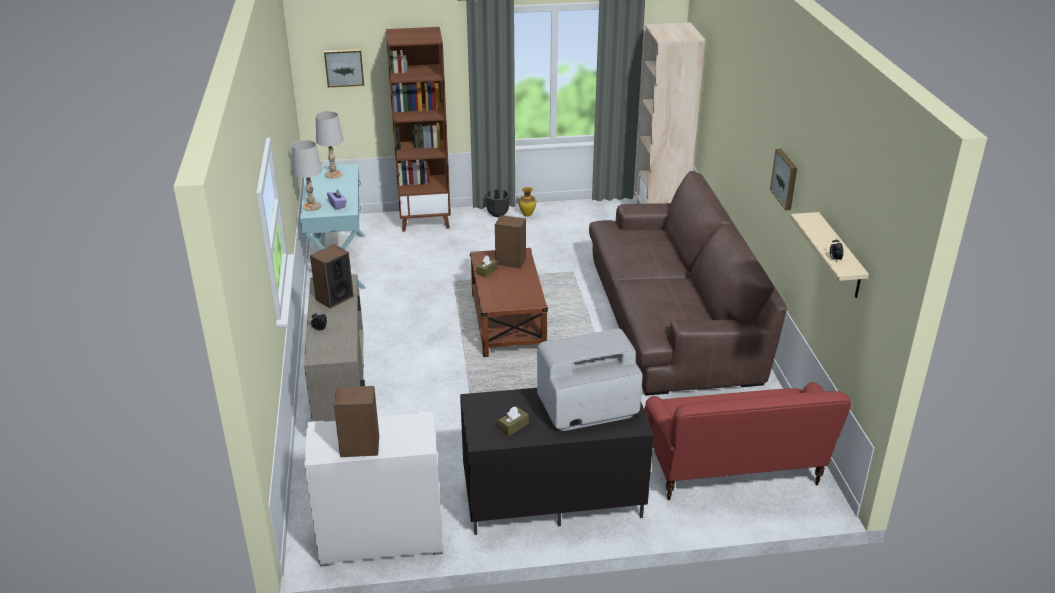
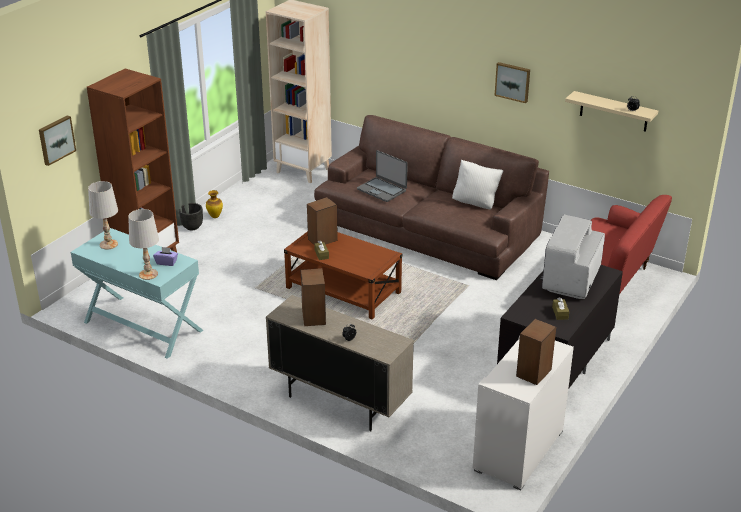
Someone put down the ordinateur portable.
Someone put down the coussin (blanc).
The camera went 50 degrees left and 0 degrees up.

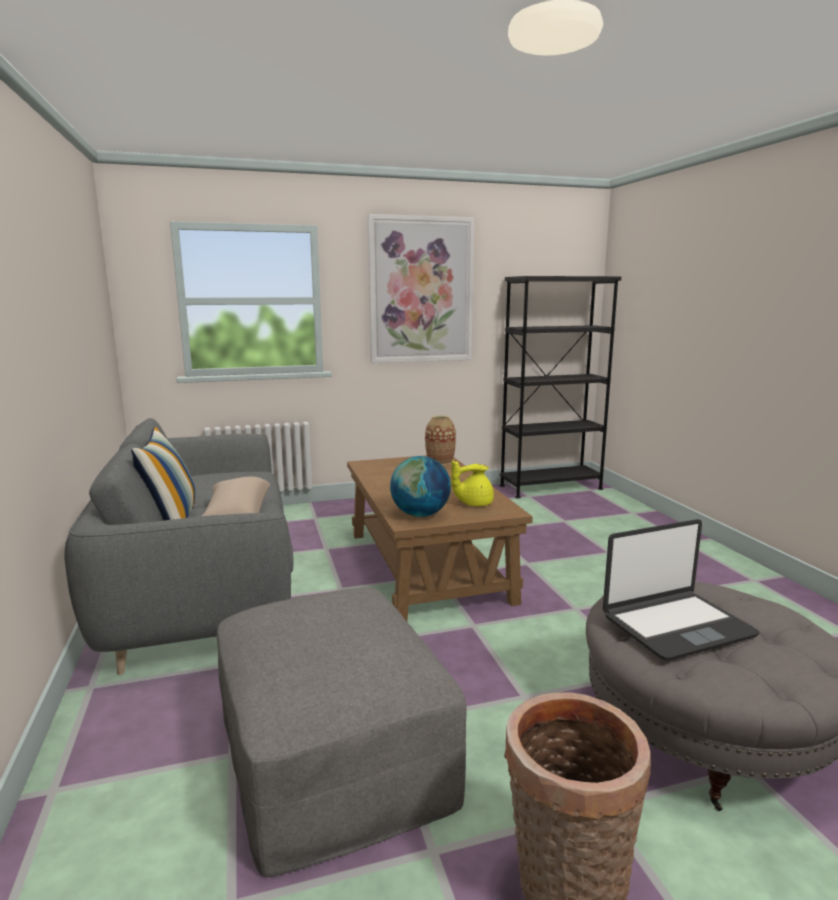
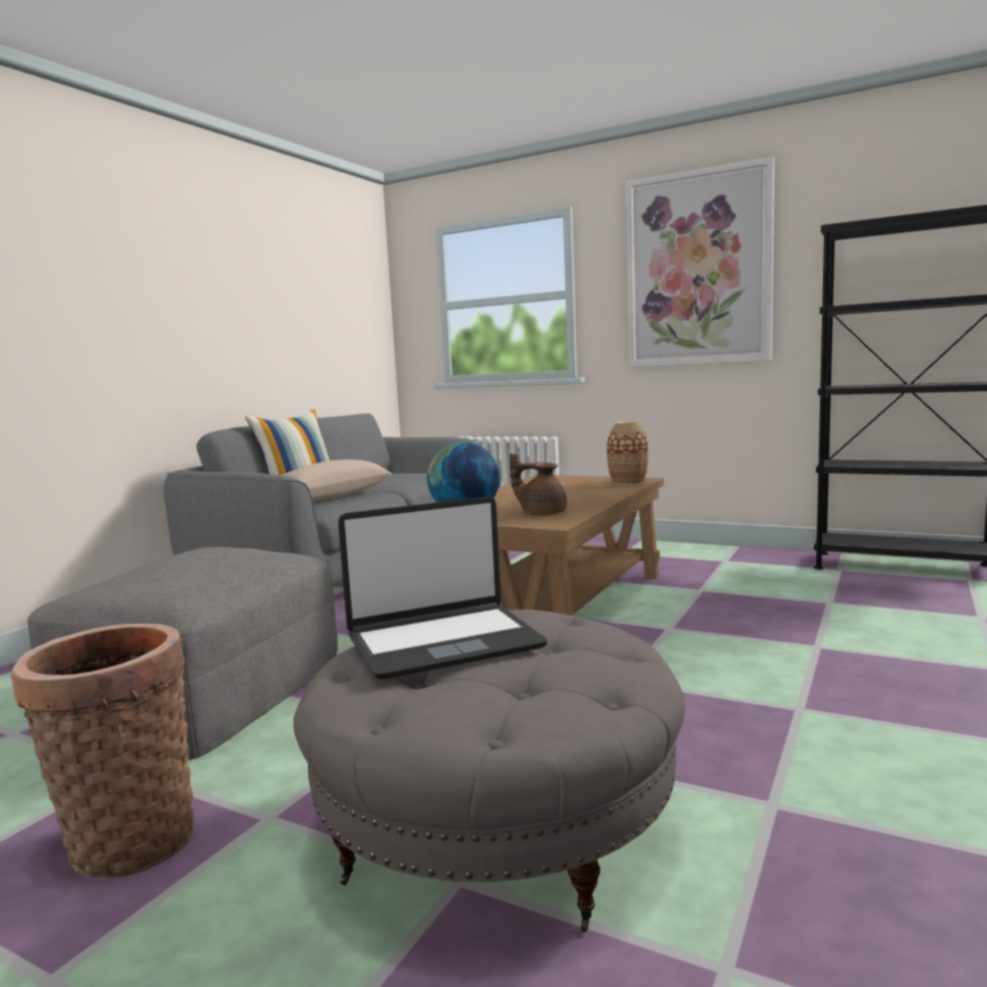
Someone repainted the théière (jaune), which became the théière (marron).
Someone rotated the ordinateur portable by 45 degrees counterclockwise.
The camera went 45 degrees right and 5 degrees down.

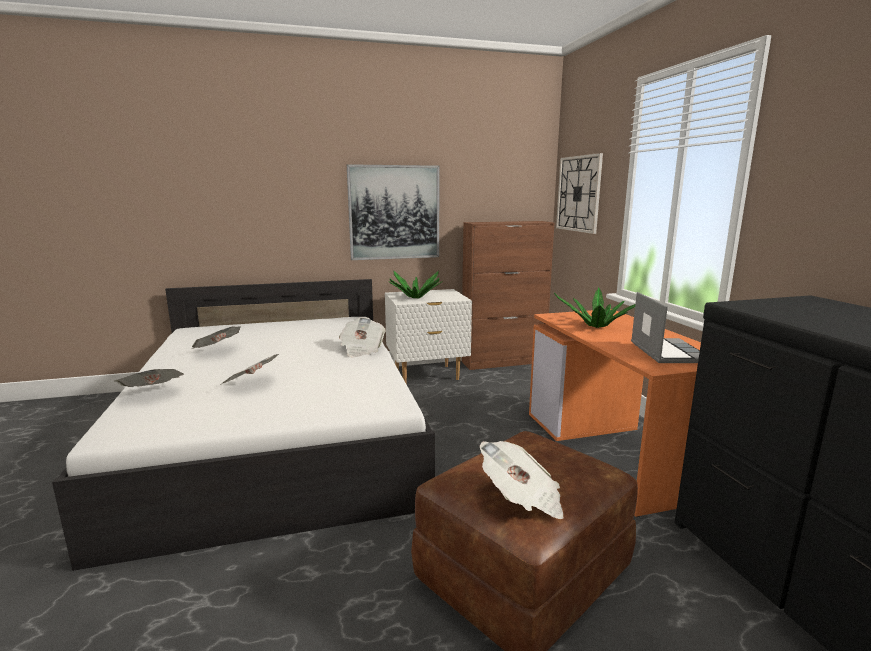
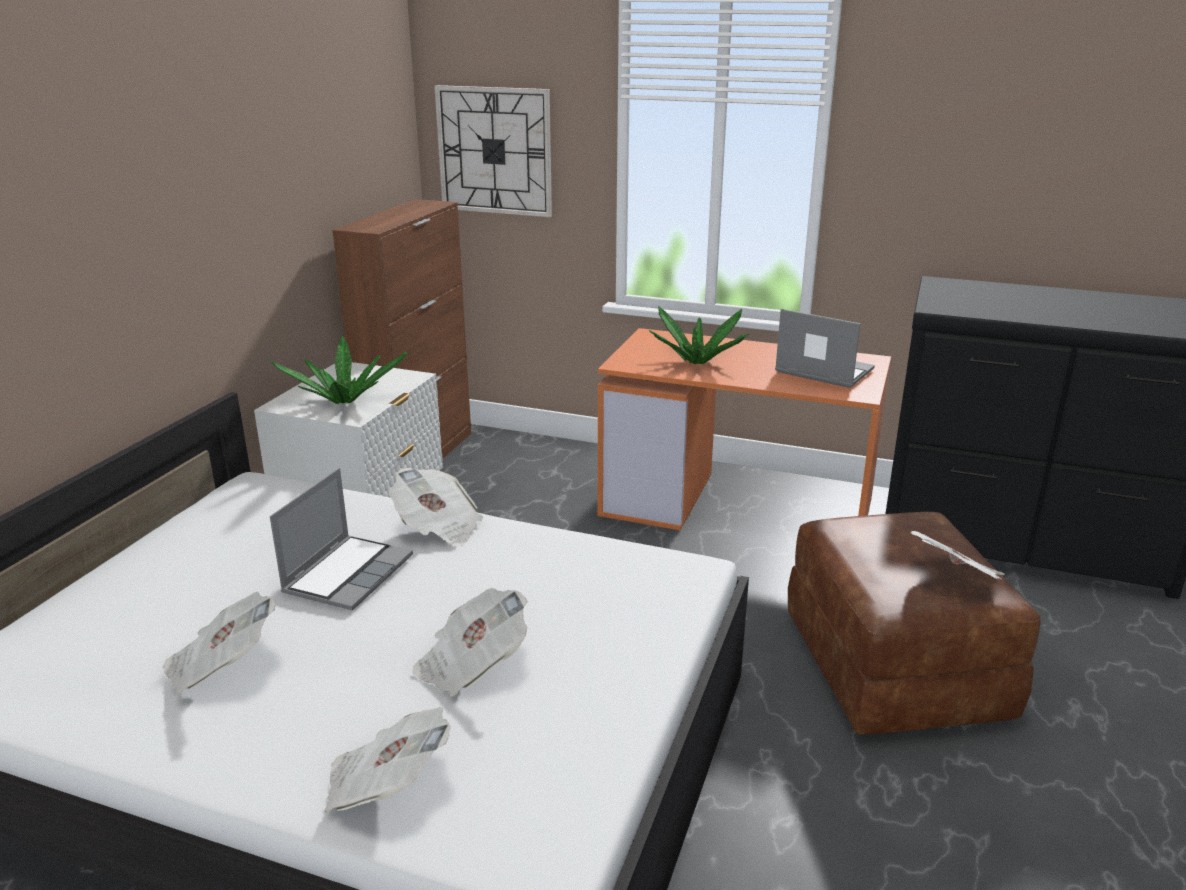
Someone took away the tableau.
Someone put down the ordinateur portable (no. 1 from left).
The camera went 55 degrees left and 10 degrees up.

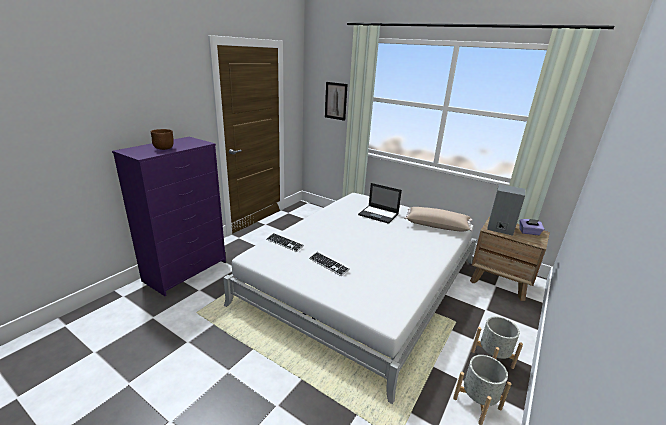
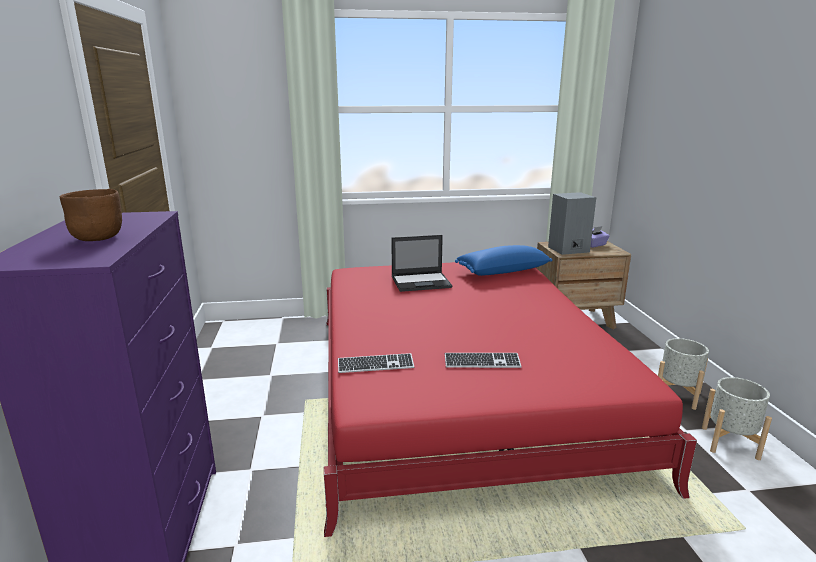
Someone took away the tableau.
Someone repainted the lit (blanc), which became the lit (rouge).
Someone repainted the coussin (beige), which became the coussin (bleu).
The camera went 40 degrees left and 5 degrees down.

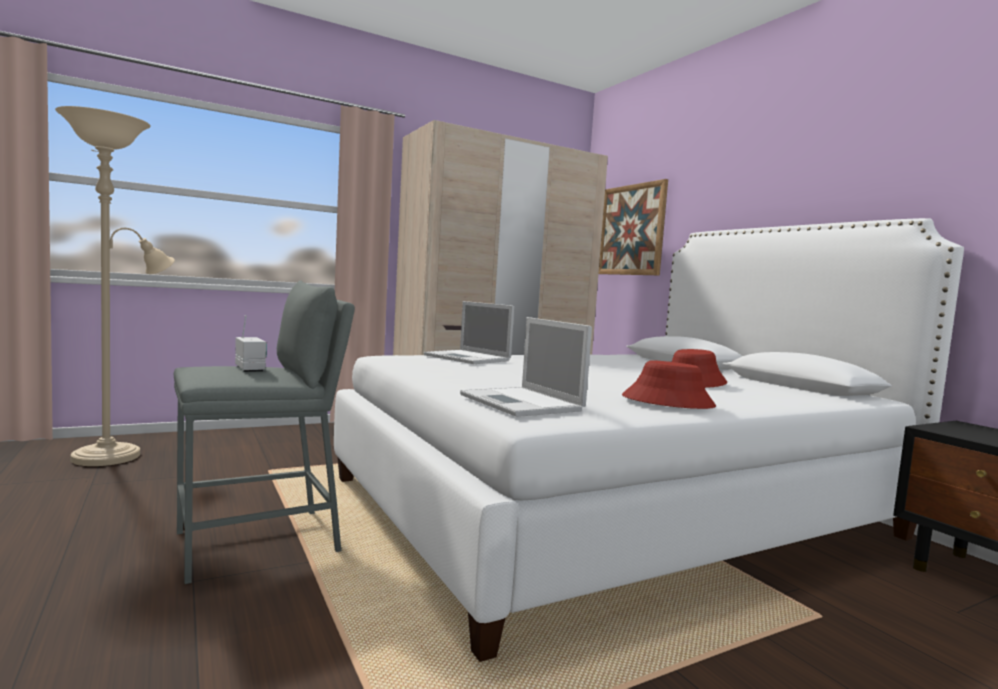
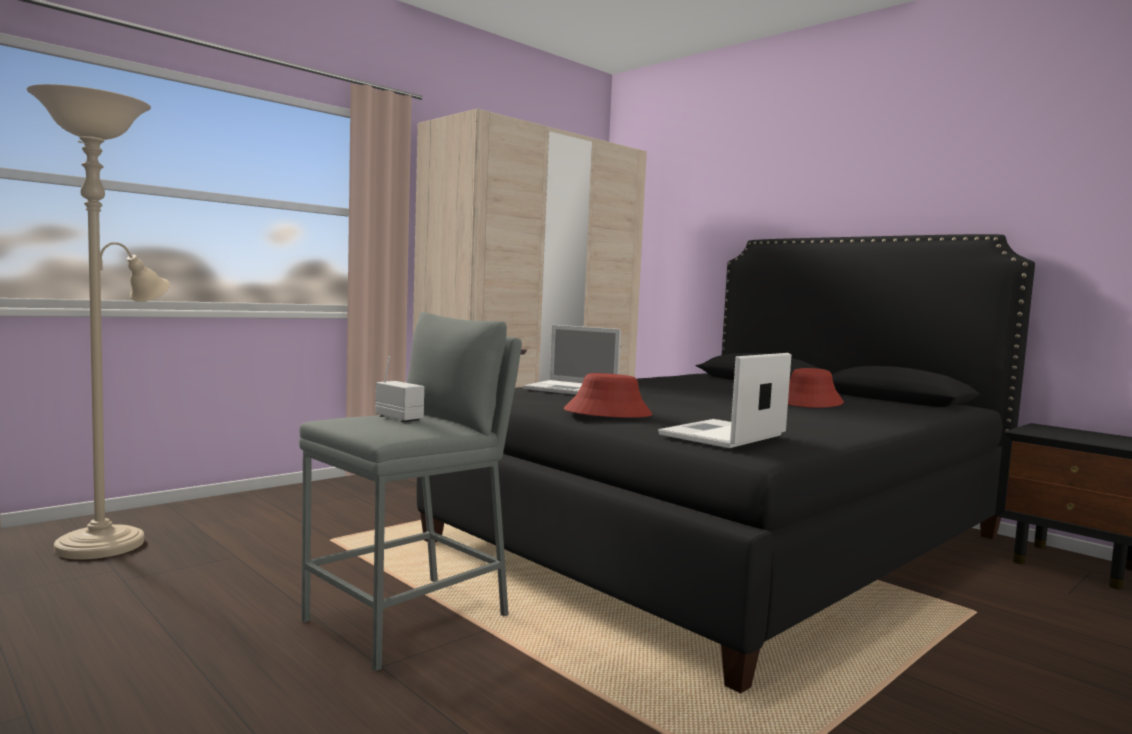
Someone took away the tableau.
Someone repainted the lit (blanc), which became the lit (noir).
Someone rotated the ordinateur portable (no. 2 from left) by 90 degrees clockwise.
Someone carried the chapeau (rouge) (no. 1 from left).
The camera went 15 degrees left and 0 degrees up.

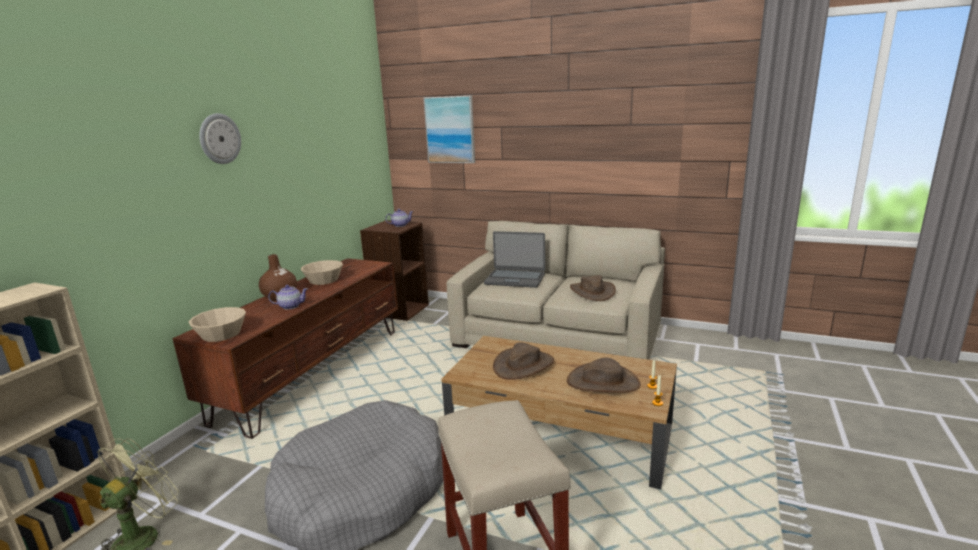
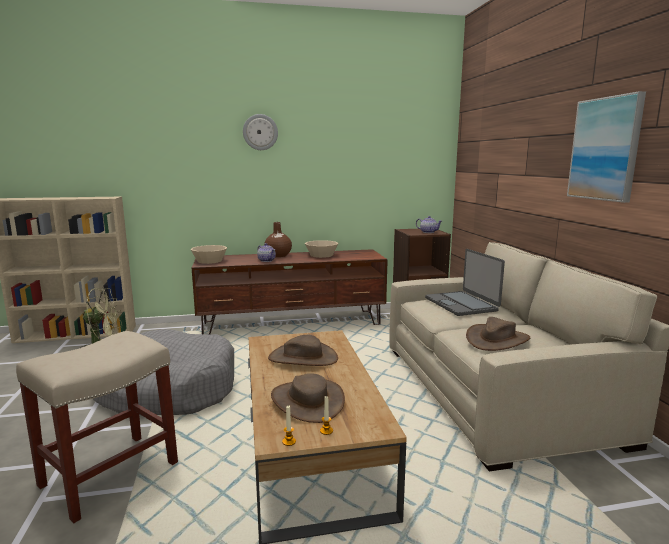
Someone carried the tableau.
The camera went 55 degrees right and 5 degrees down.

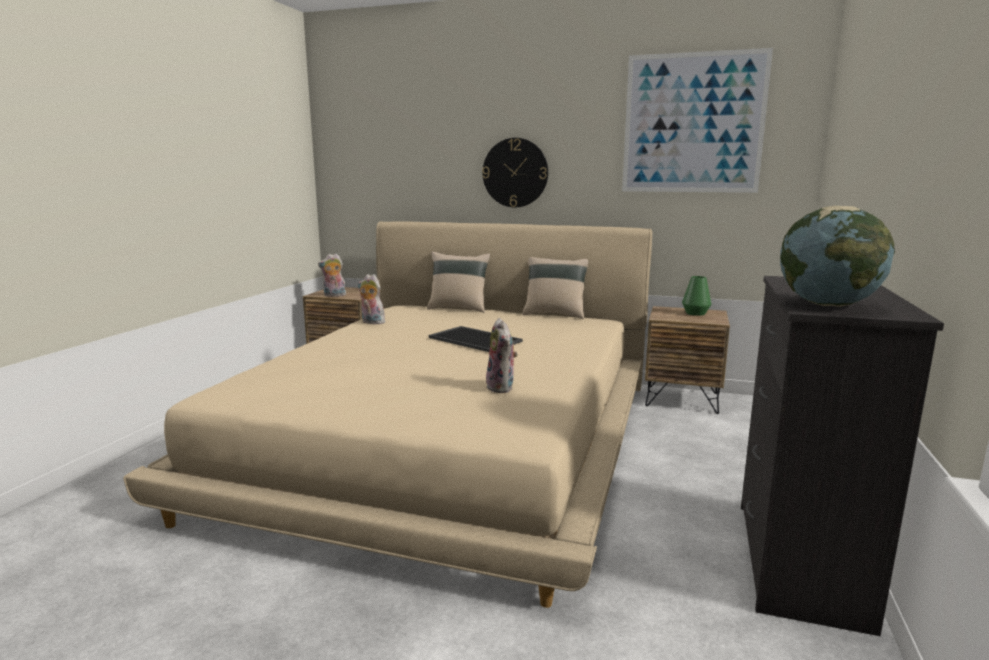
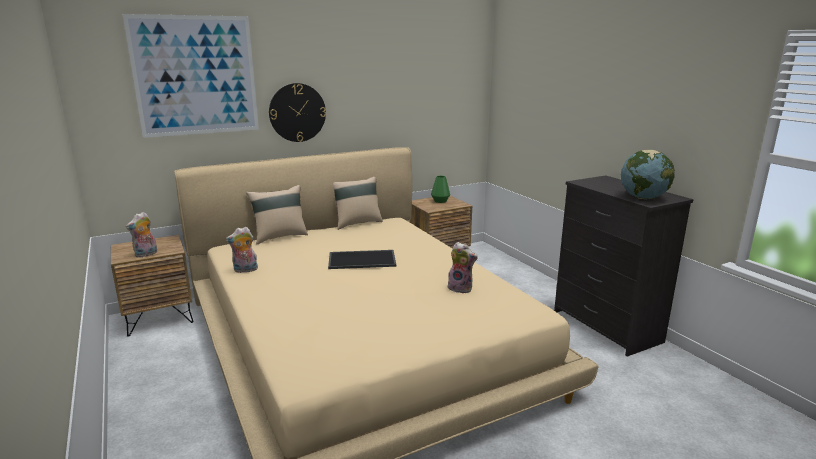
Someone carried the tableau.
The camera went 45 degrees left and 5 degrees up.

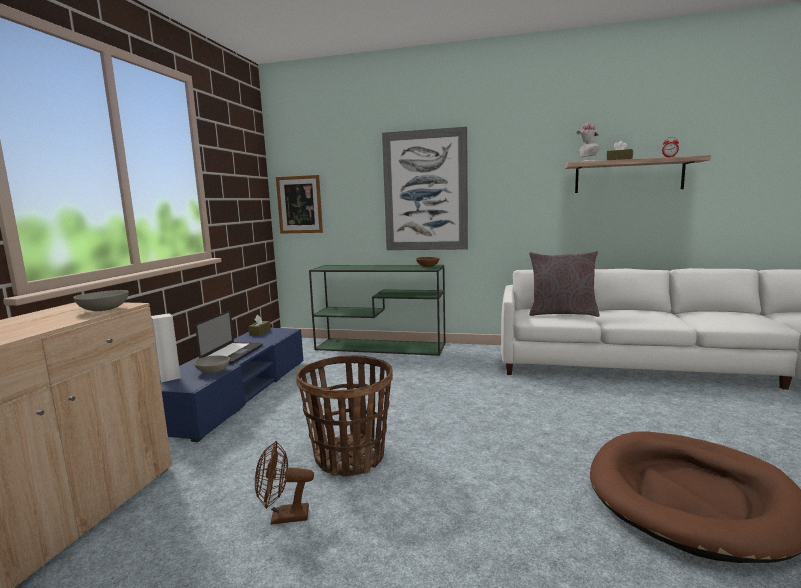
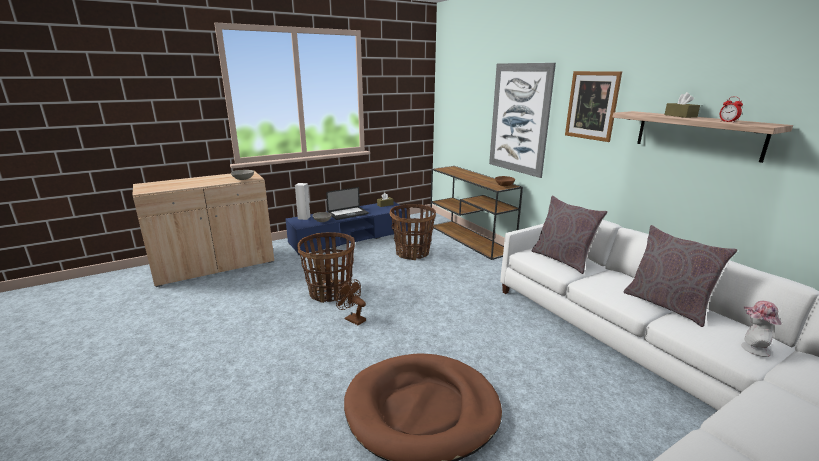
Someone carried the chapeau.
Someone carried the tableau (no. 1 from left in the first image).
Someone repainted the table console (vert), which became the table console (marron).
Someone carried the ventilateur (marron).
Someone put down the panier (no. 2 from left).
Someone put down the coussin (gris) (no. 2 from left).
The camera went 45 degrees right and 10 degrees up.

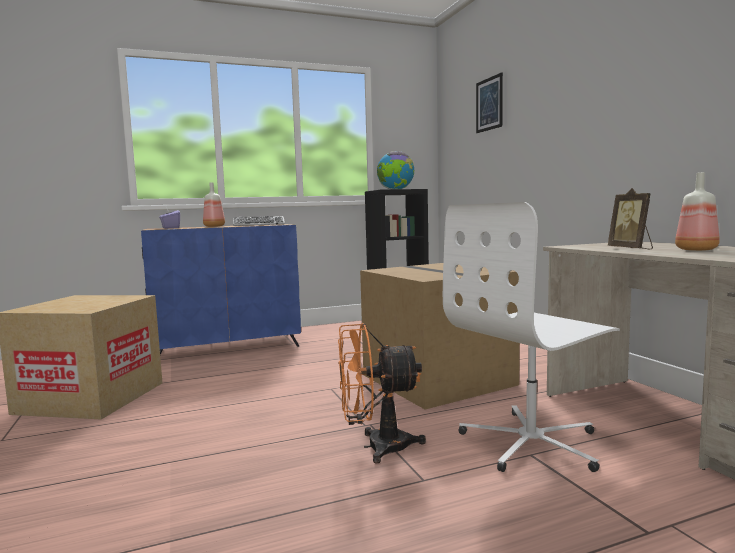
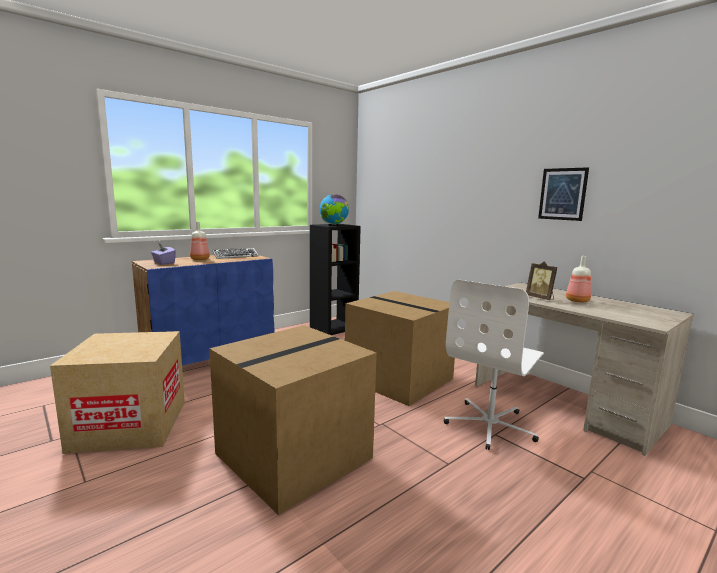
Someone carried the tableau.
Someone took away the ventilateur (orange).
Someone put down the carton (no. 2 from left).
The camera went 20 degrees left and 5 degrees up.

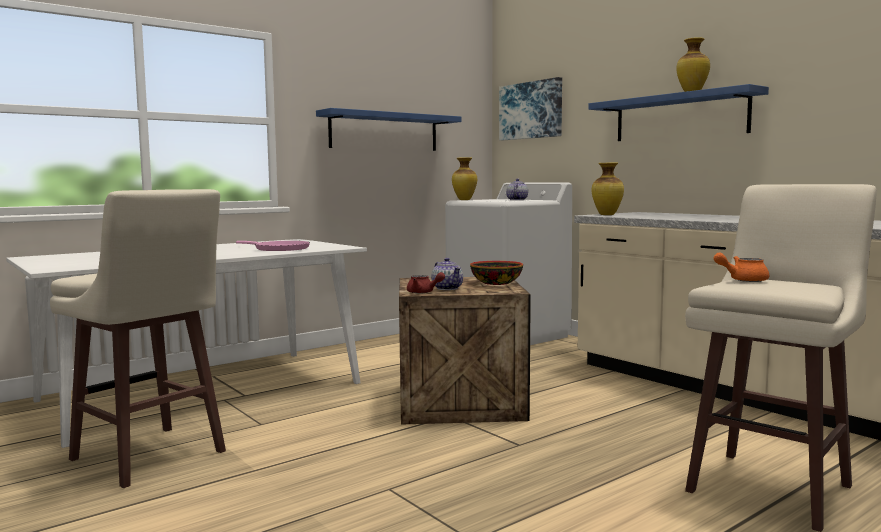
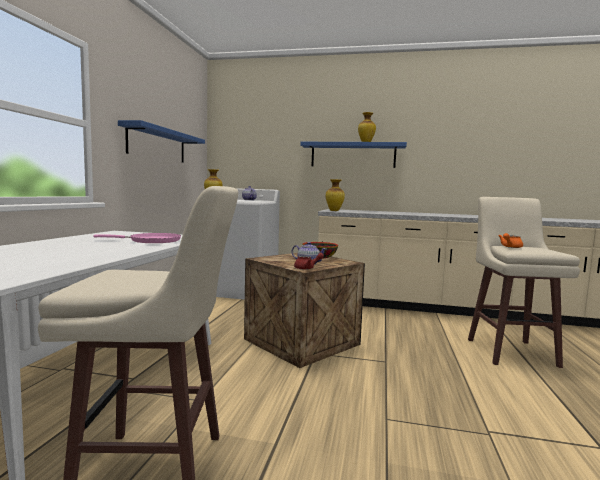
Someone took away the tableau.
The camera went 40 degrees left and 0 degrees up.

